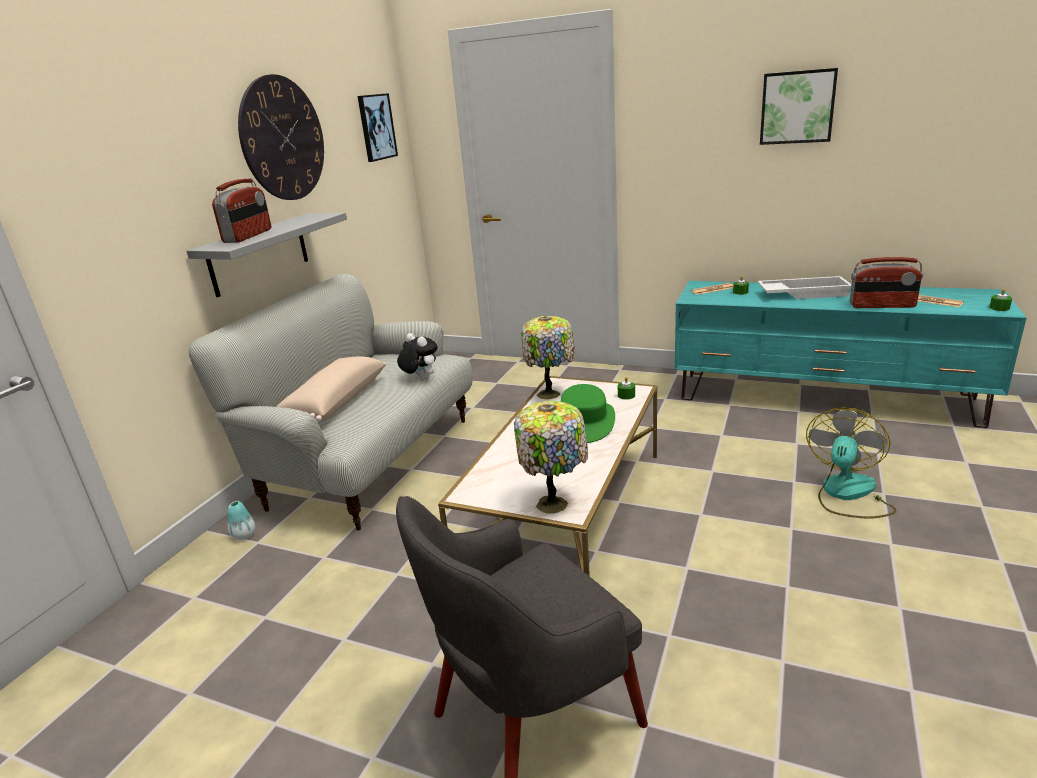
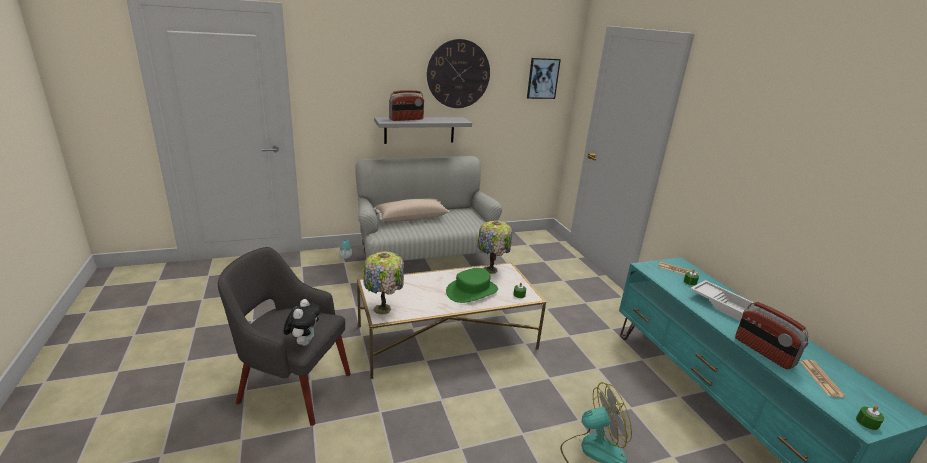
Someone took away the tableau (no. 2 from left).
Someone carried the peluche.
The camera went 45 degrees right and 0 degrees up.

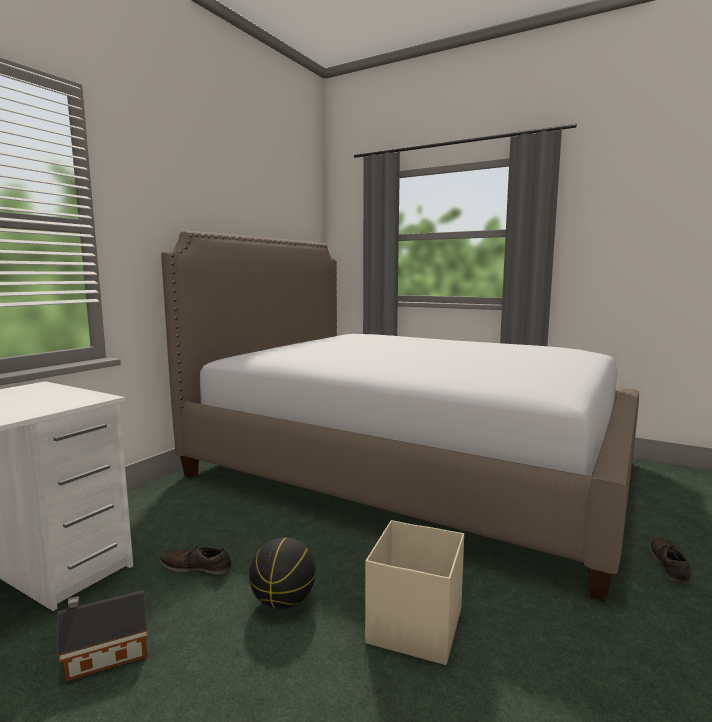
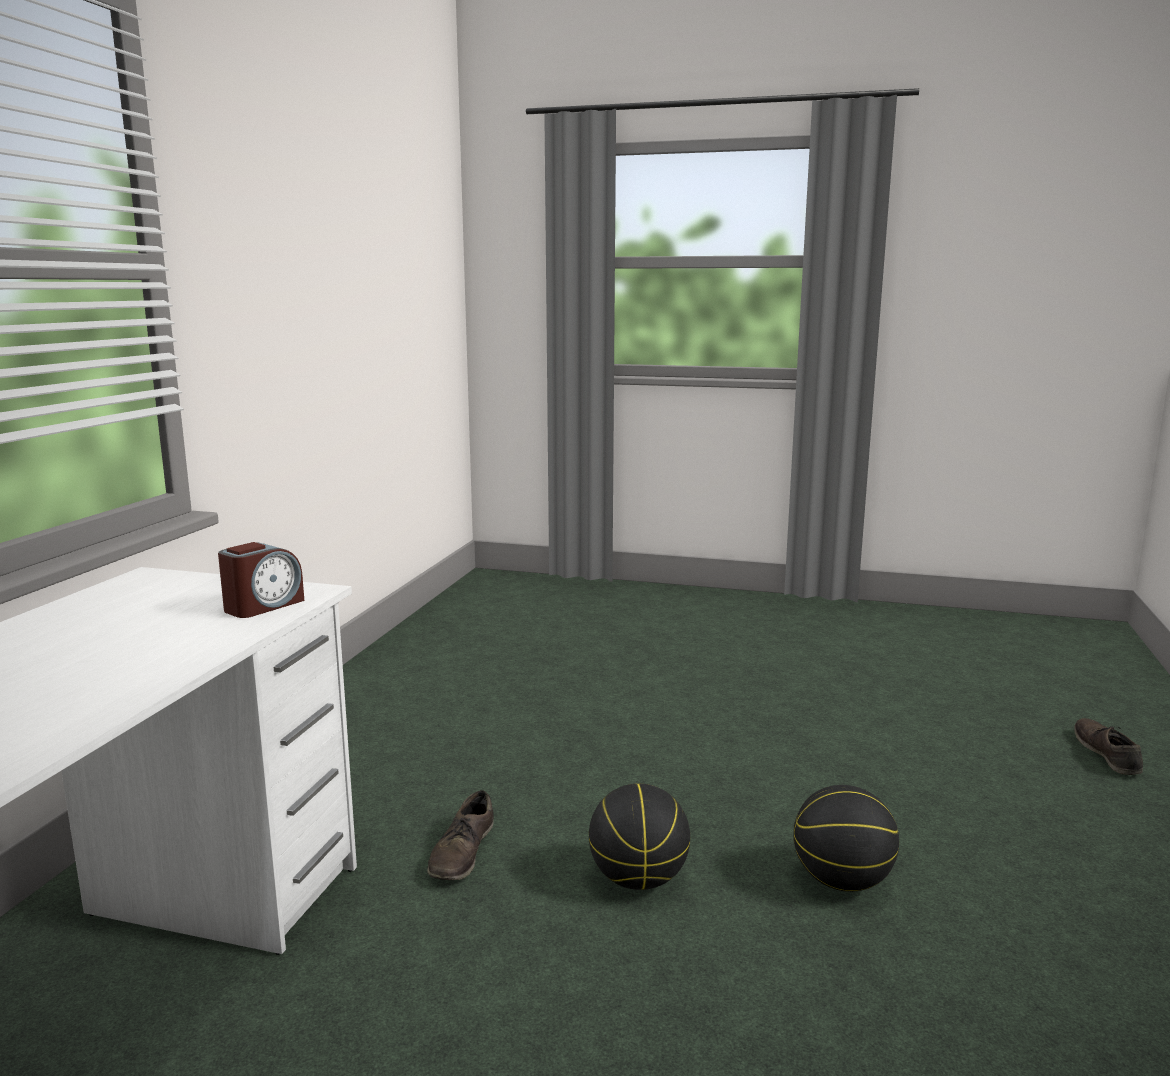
Someone took away the lit.
Someone swapped the boîte de rangement (beige) for the ballon de basket (no. 2 from left).
Someone rotated the chaussure (marron) (no. 1 from left) by 75 degrees counterclockwise.
Someone took away the maison miniature.
Someone put down the réveil.
The camera went 15 degrees left and 5 degrees up.

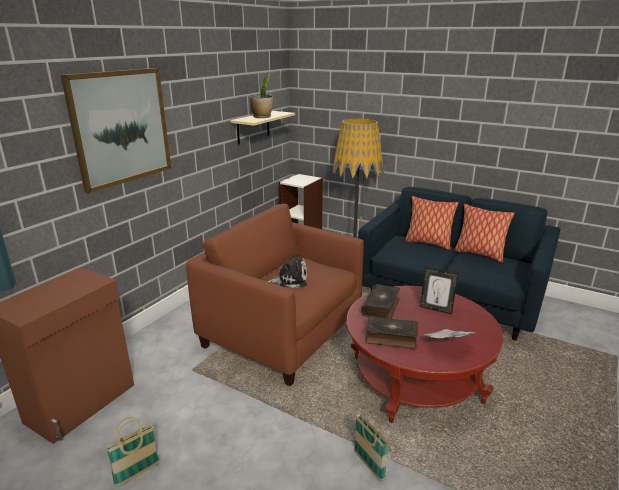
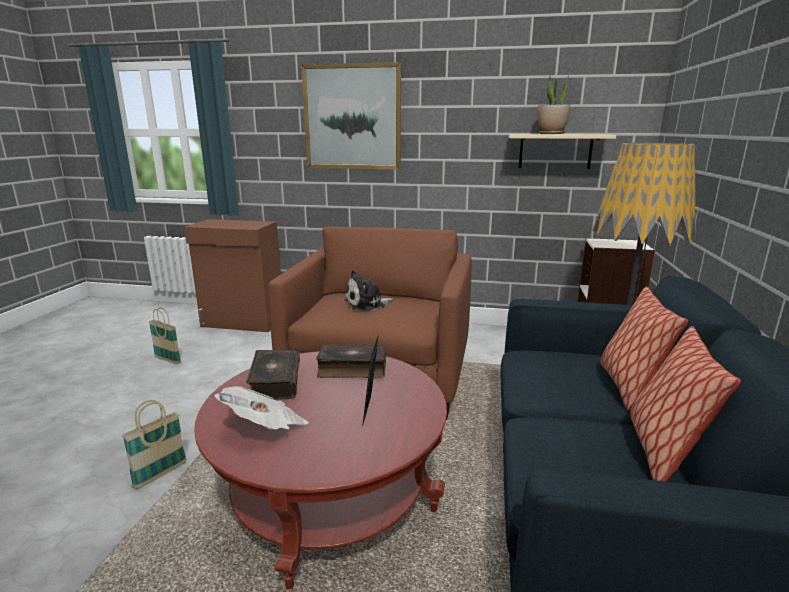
Someone rotated the peluche by 90 degrees clockwise.
The camera went 70 degrees right and 5 degrees down.

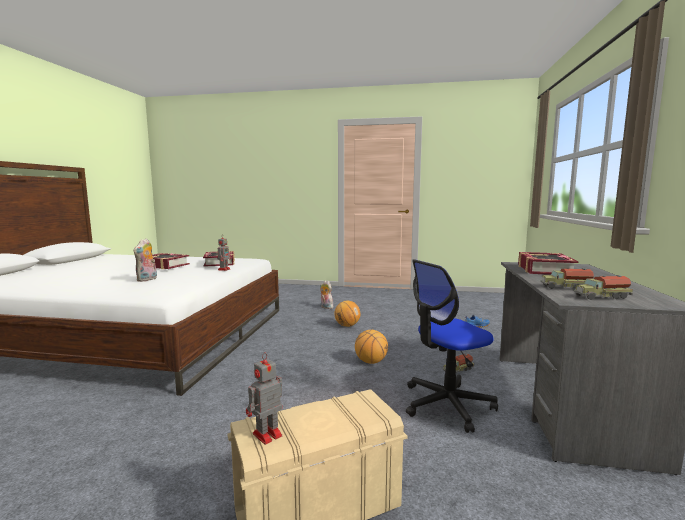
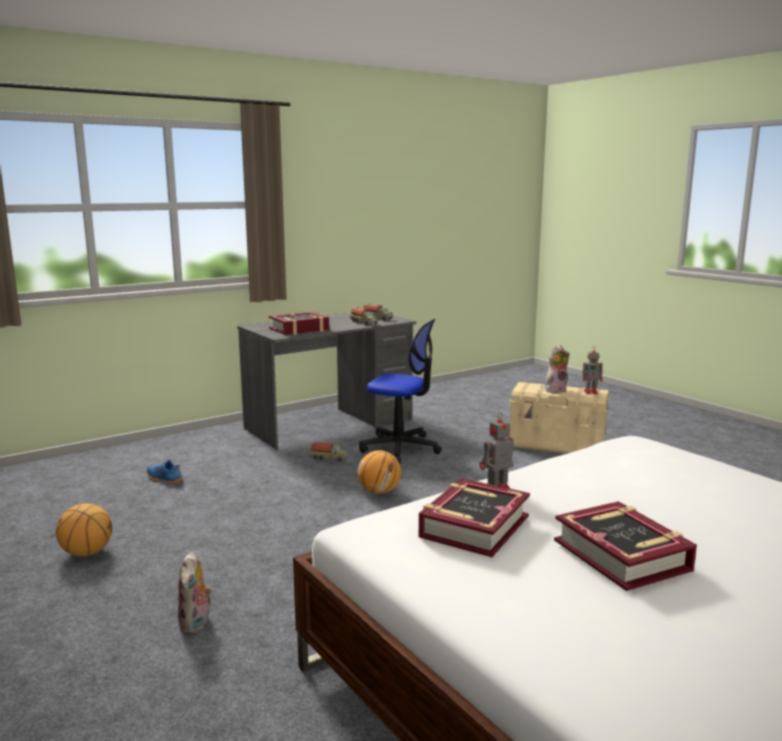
Someone carried the peluche (no. 1 from left in the first image).
Someone carried the ballon de basket (no. 1 from left).
The camera went 135 degrees left and 5 degrees up.

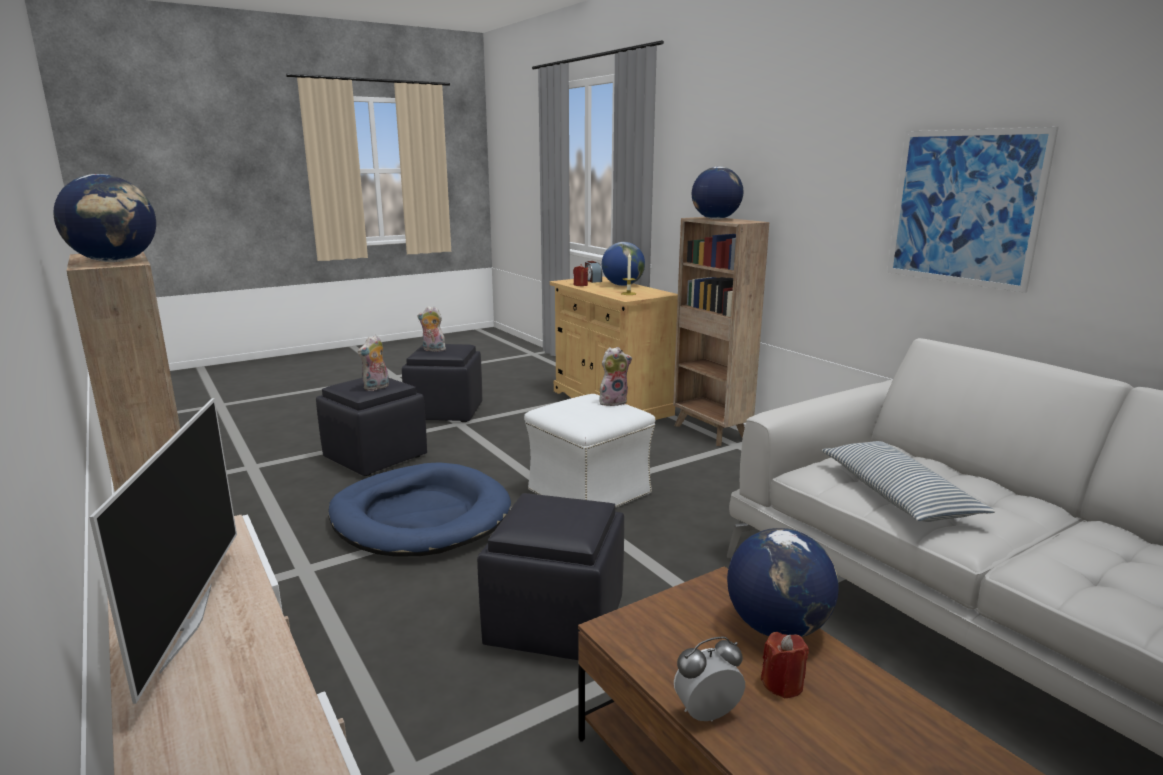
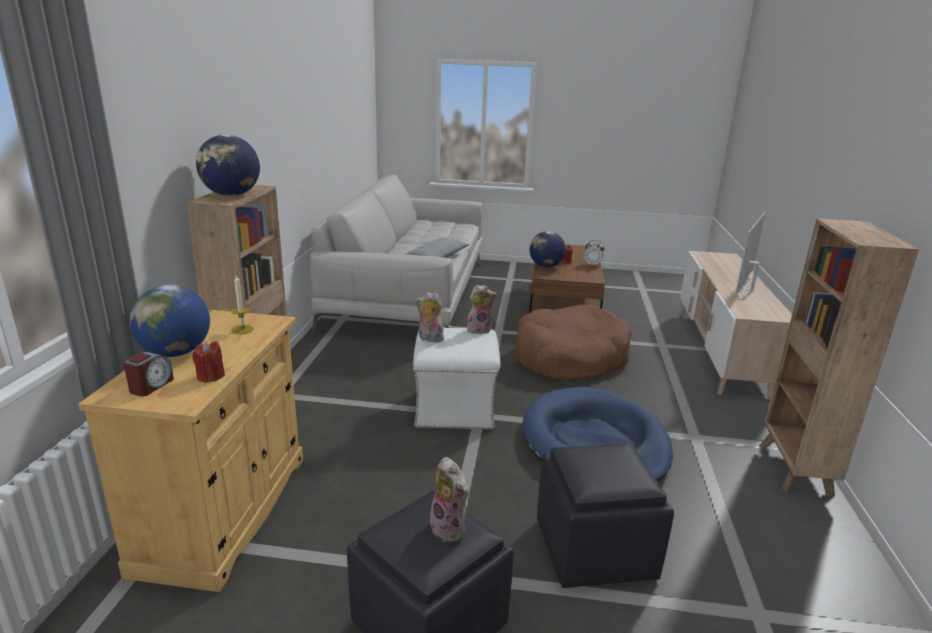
Someone took away the tableau.
Someone took away the globe (no. 1 from left).
Someone carried the peluche (no. 1 from left in the first image).
Someone swapped the pouf (noir) (no. 3 from left) for the panier pour chien (marron).
The camera went 140 degrees left and 5 degrees up.

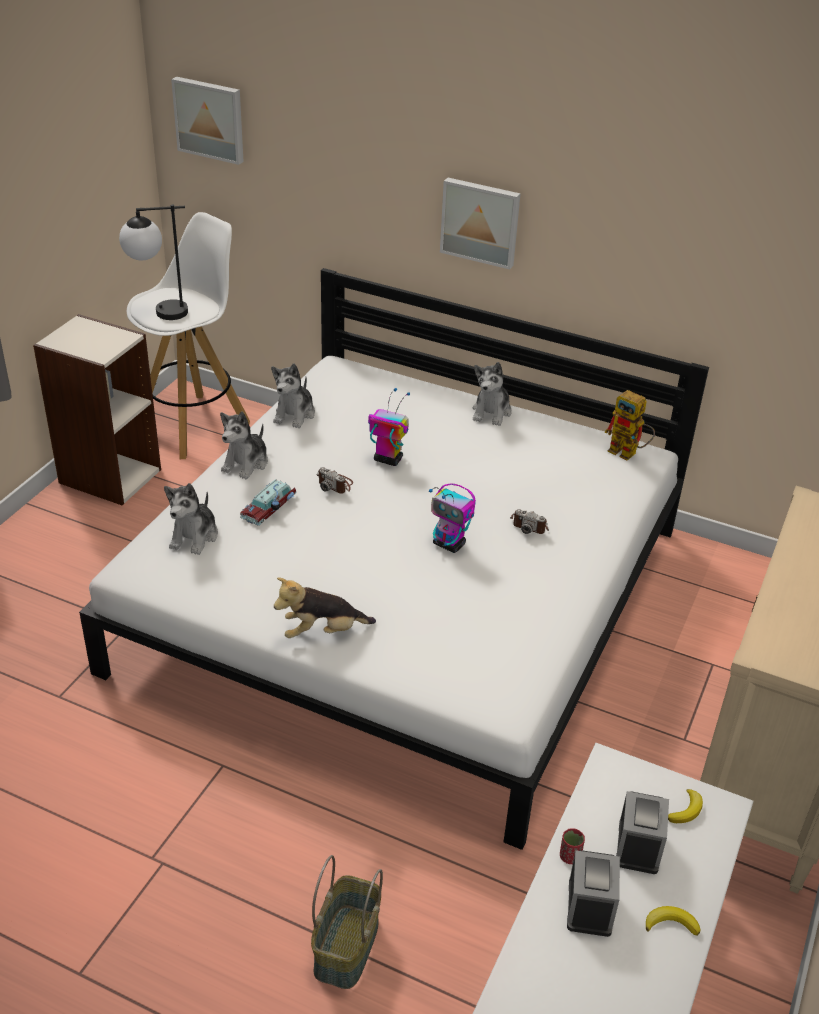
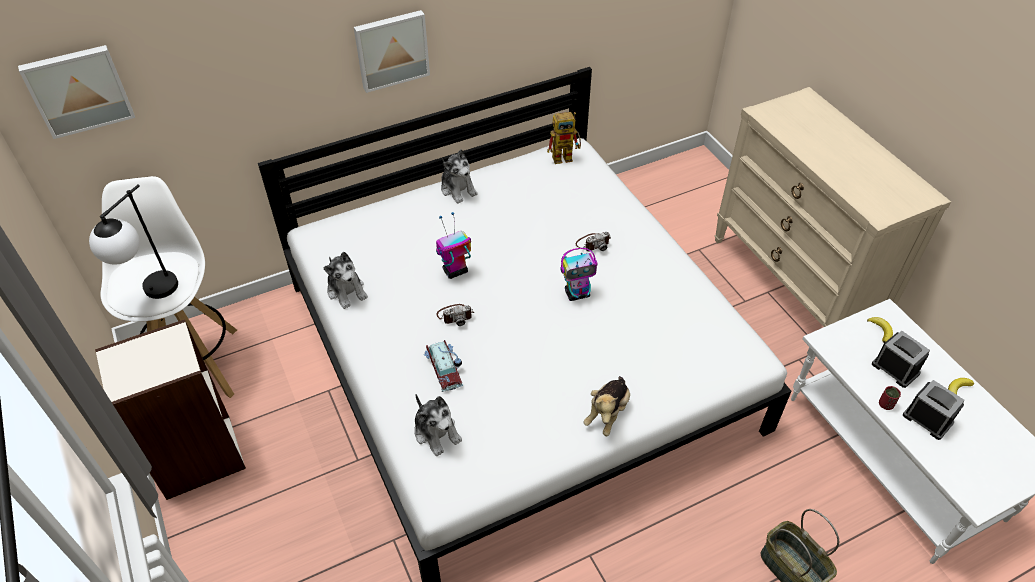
Someone took away the peluche (no. 2 from left).
The camera went 50 degrees left and 10 degrees up.

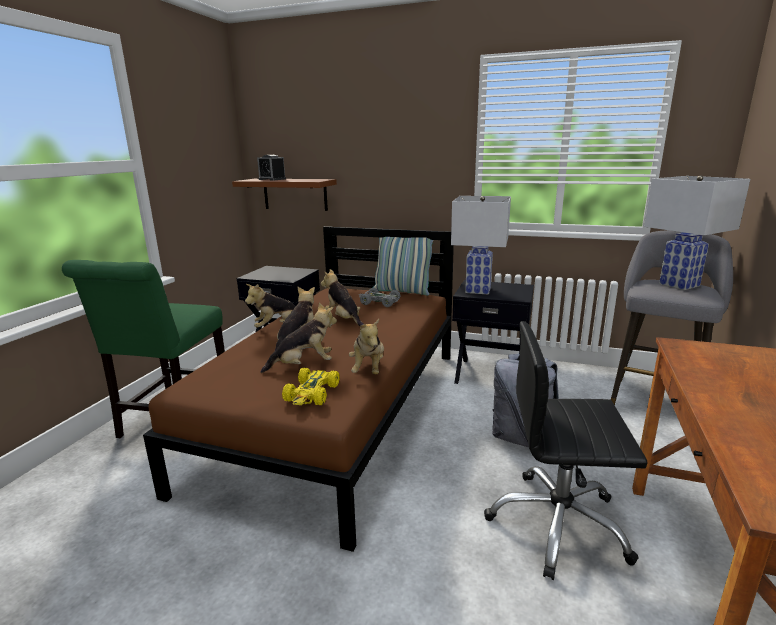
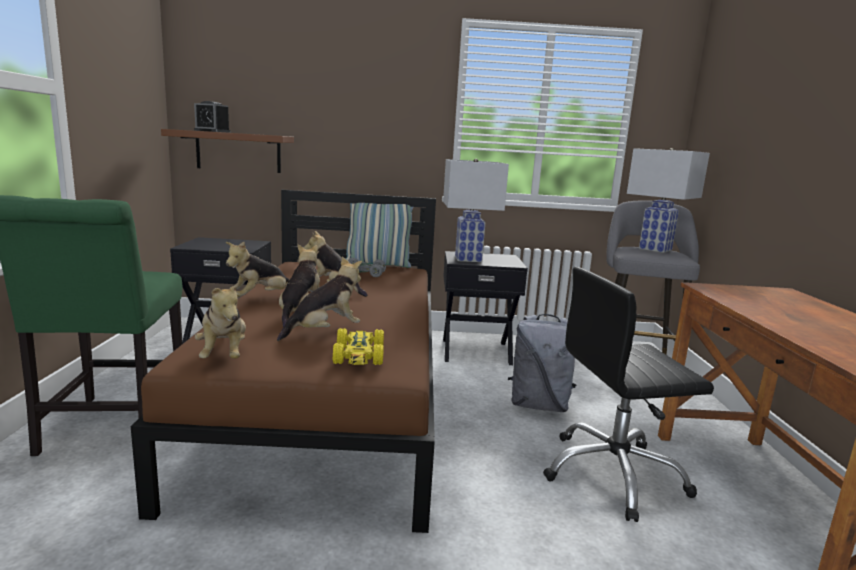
Someone carried the peluche (no. 5 from left in the first image).
The camera went 20 degrees left and 5 degrees down.

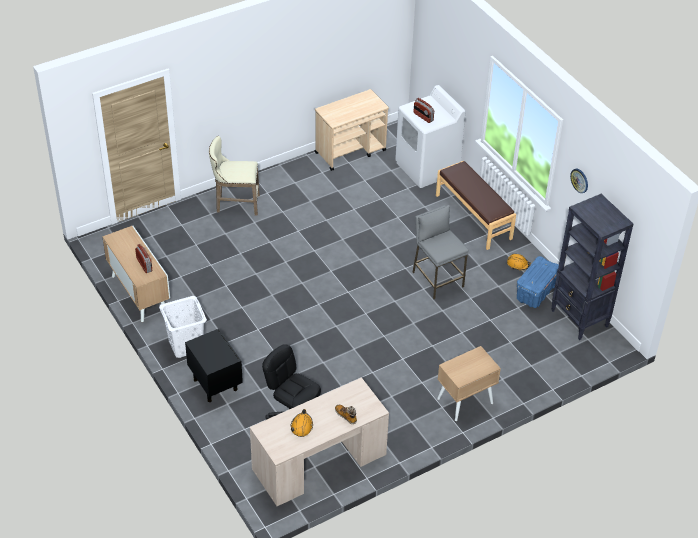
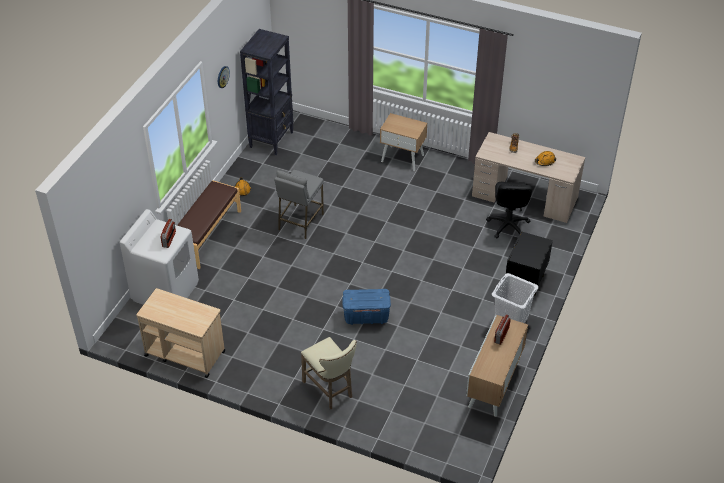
Someone carried the boîte de rangement (bleu).
The camera went 125 degrees left and 0 degrees up.

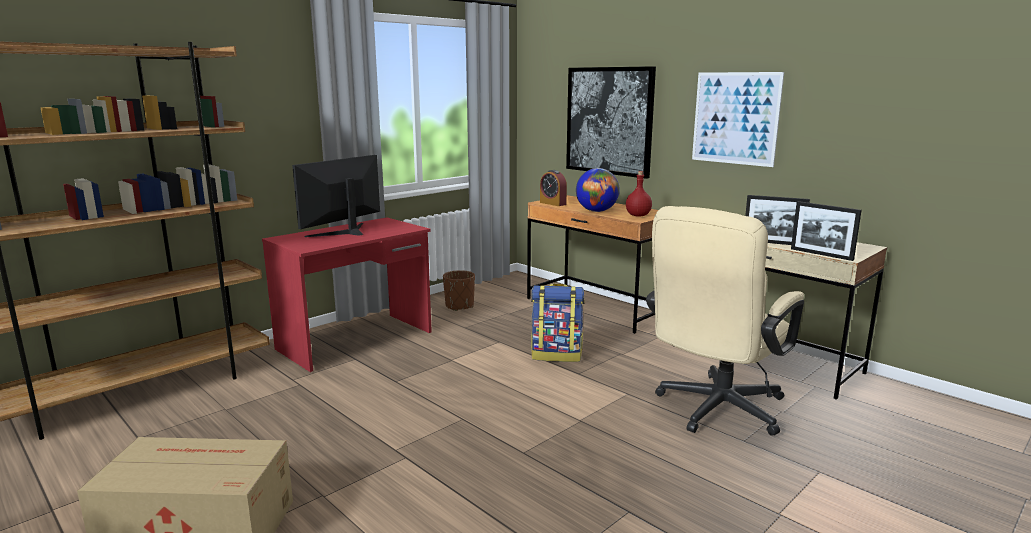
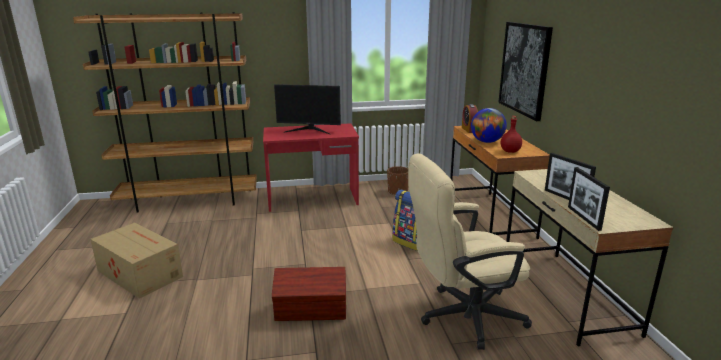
Someone took away the tableau (no. 2 from left).
Someone rotated the écran d'ordinateur by 150 degrees counterclockwise.
Someone put down the boîte de rangement (marron).
The camera went 35 degrees right and 5 degrees up.

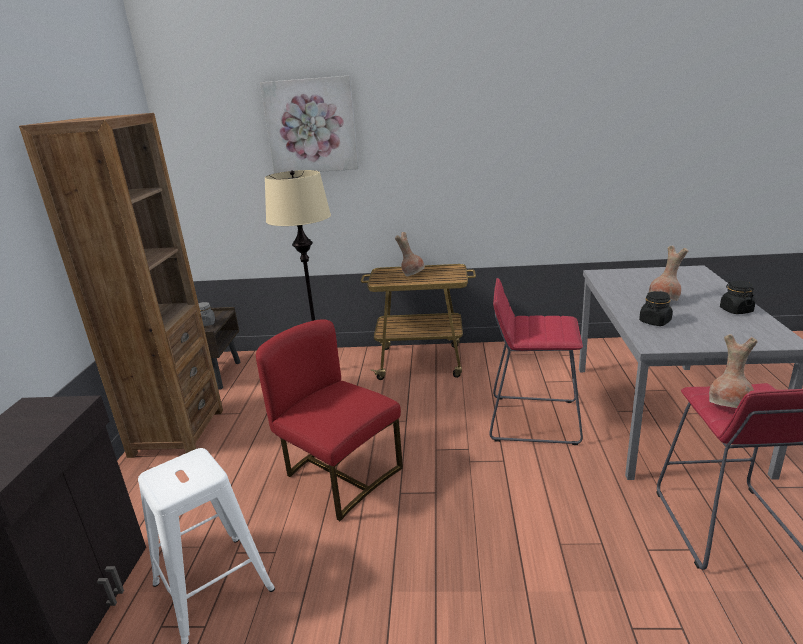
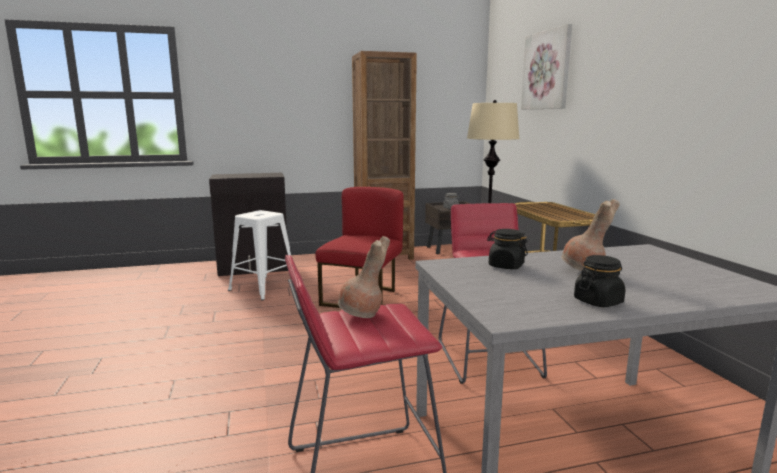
Someone took away the vase (marron) (no. 1 from left).
The camera went 70 degrees right and 10 degrees down.

